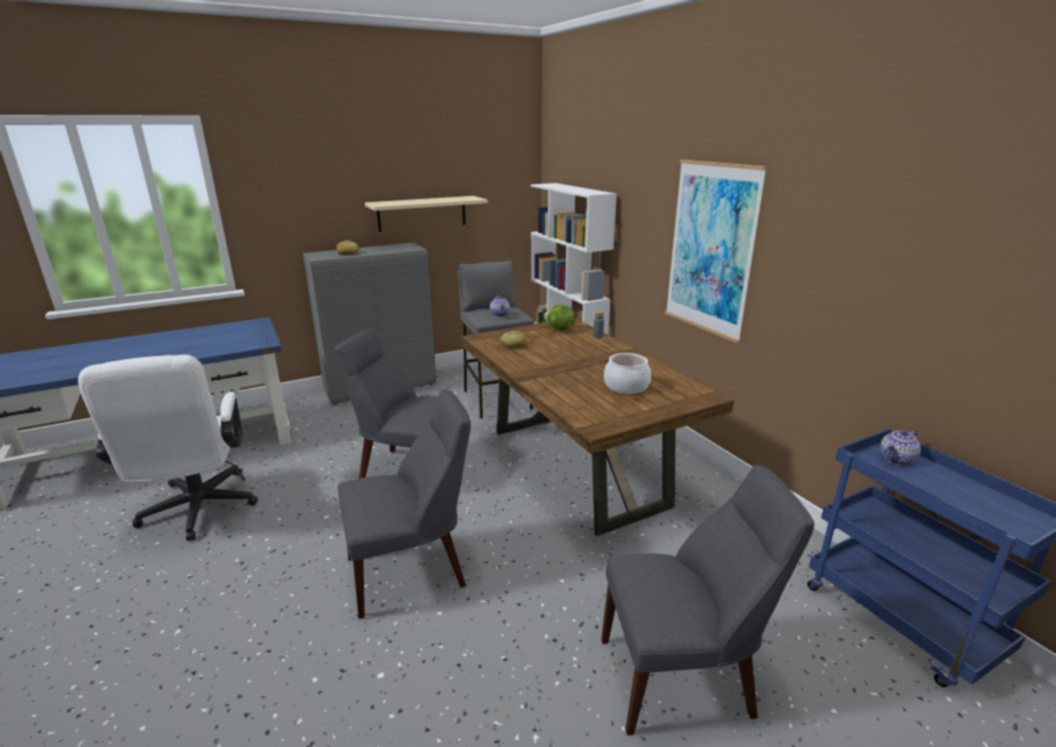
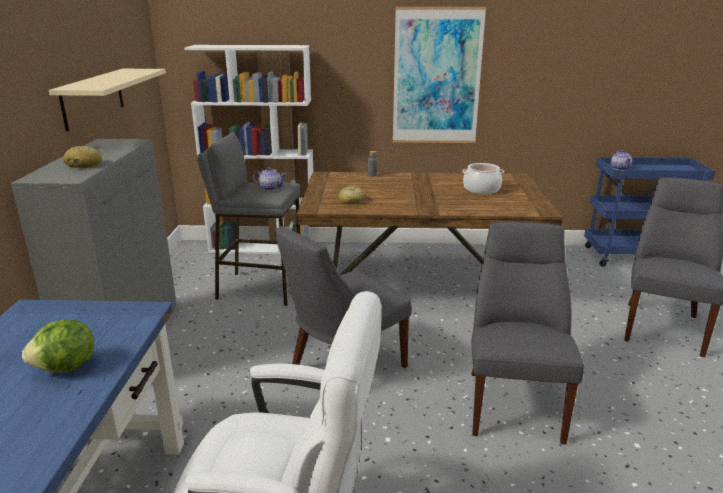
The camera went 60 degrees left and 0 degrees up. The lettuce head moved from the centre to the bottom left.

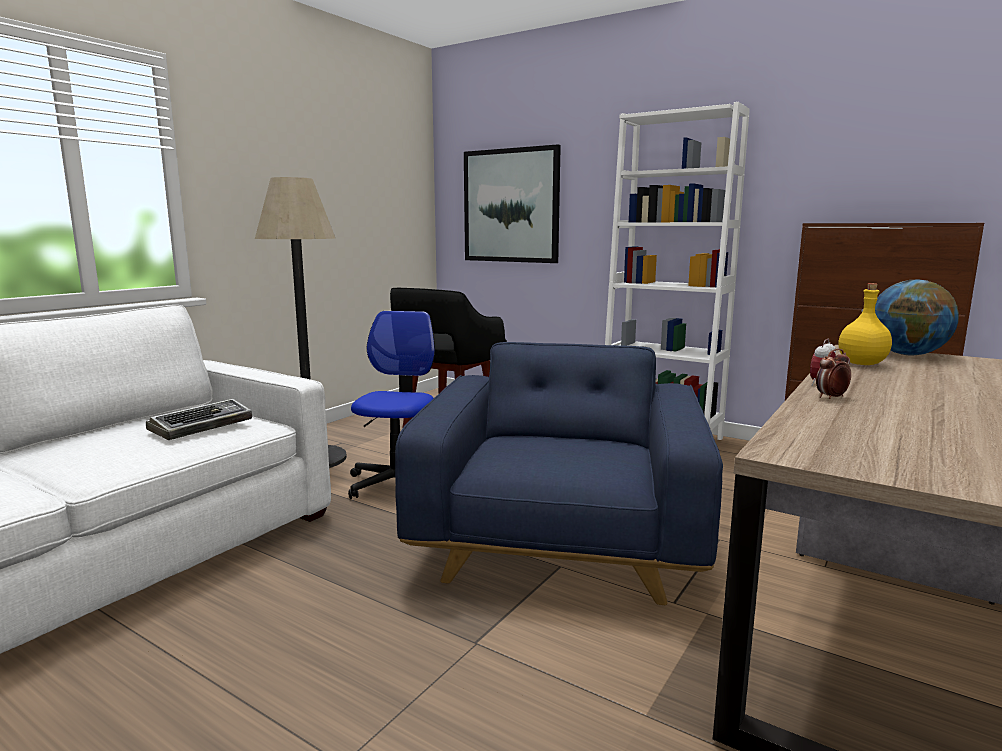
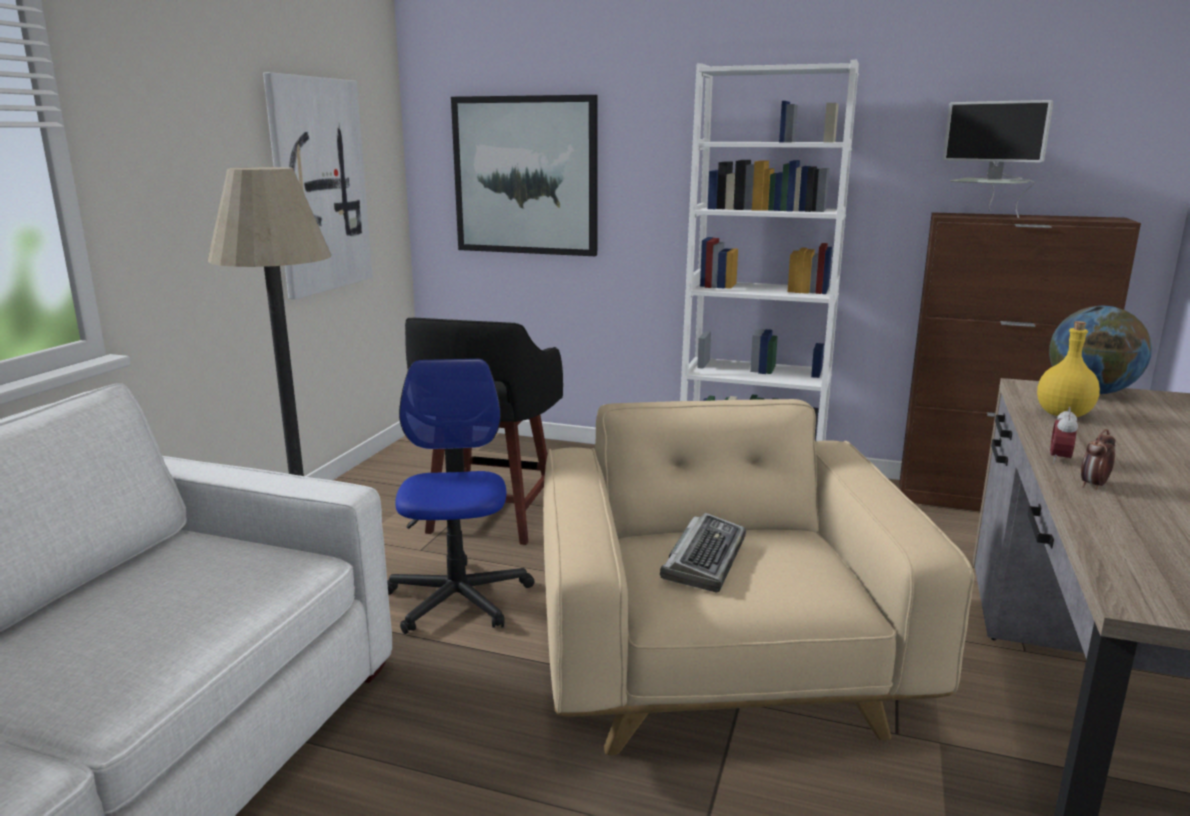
The camera went 15 degrees left and 5 degrees up. The wall picture (1st from left) at the top left appeared. The monitor at the top right appeared. The computer keyboard moved from the middle left to the bottom centre. The bluish easy chair at the centre became the beige easy chair at the bottom centre.

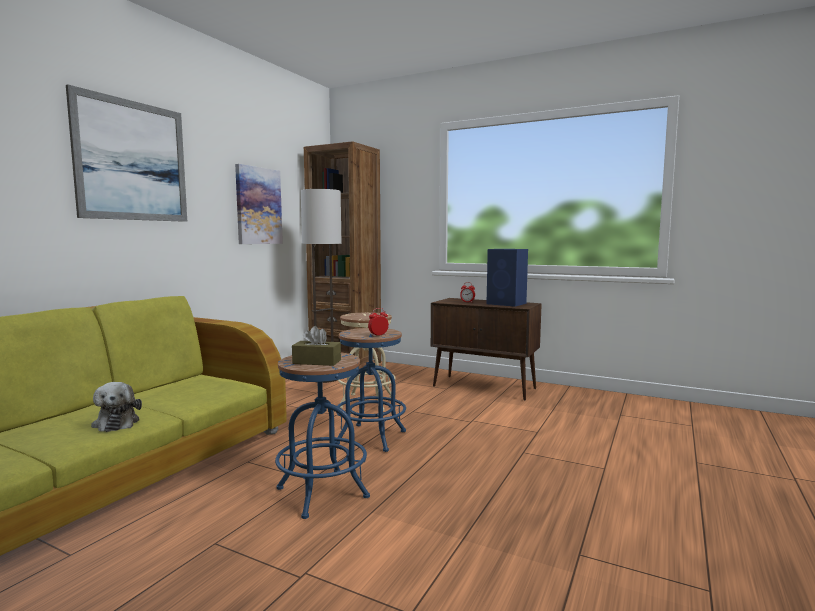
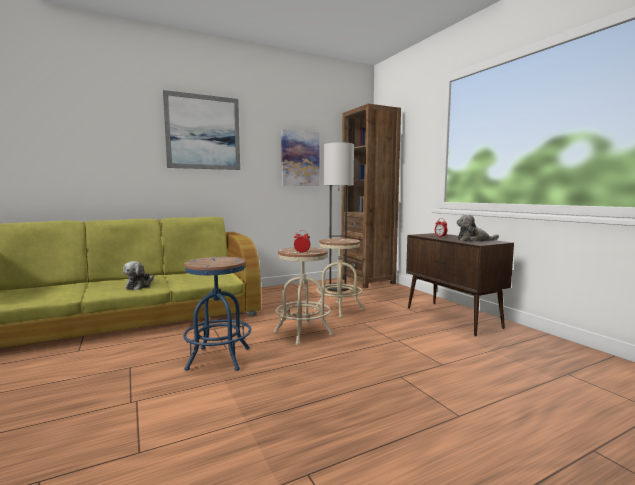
The camera went 35 degrees right and 0 degrees up. The brown box of tissues at the centre disappeared. The bluish audio speaker at the centre was replaced by the soft toy (2nd from left) at the middle right. The bluish stool seat (2nd from left) at the centre became the beige stool seat (1st from left) at the centre.

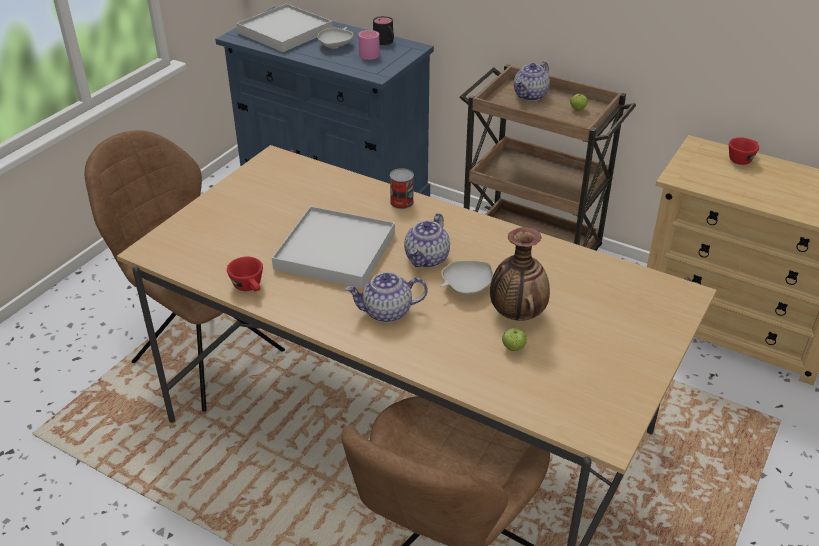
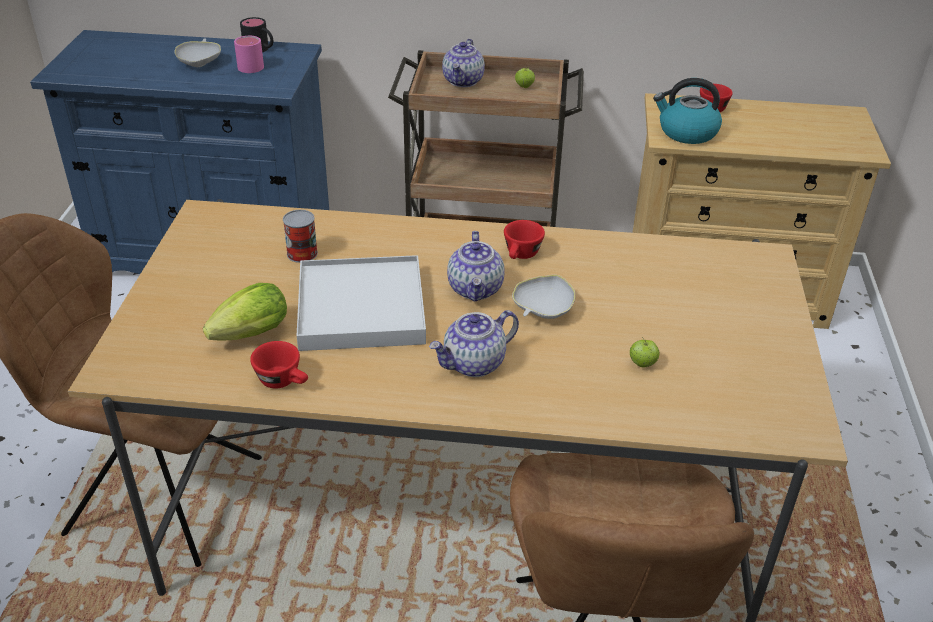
The camera went 25 degrees left and 0 degrees up. The white tray (1st from left) at the top centre disappeared. The decorative vase at the centre disappeared. The lettuce head at the middle left appeared. The red-coloured small cup (2nd from left) at the centre appeared. The water kettle at the top right appeared. The metal can moved from the centre to the middle left.

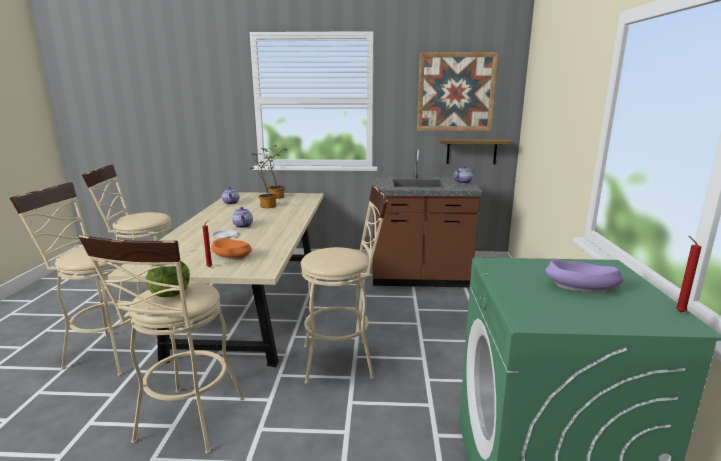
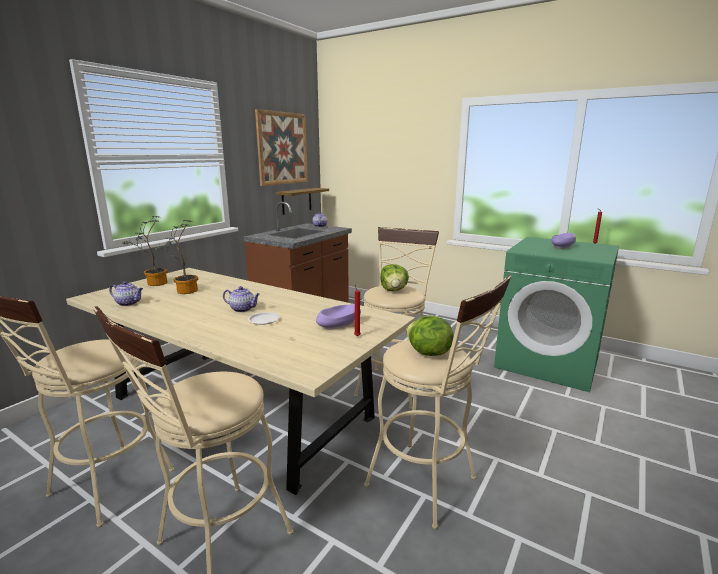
The camera went 60 degrees left and 0 degrees up. The lettuce head (1st from left) at the centre appeared. The orange serving bowl at the middle left became the purple serving bowl (1st from left) at the centre.

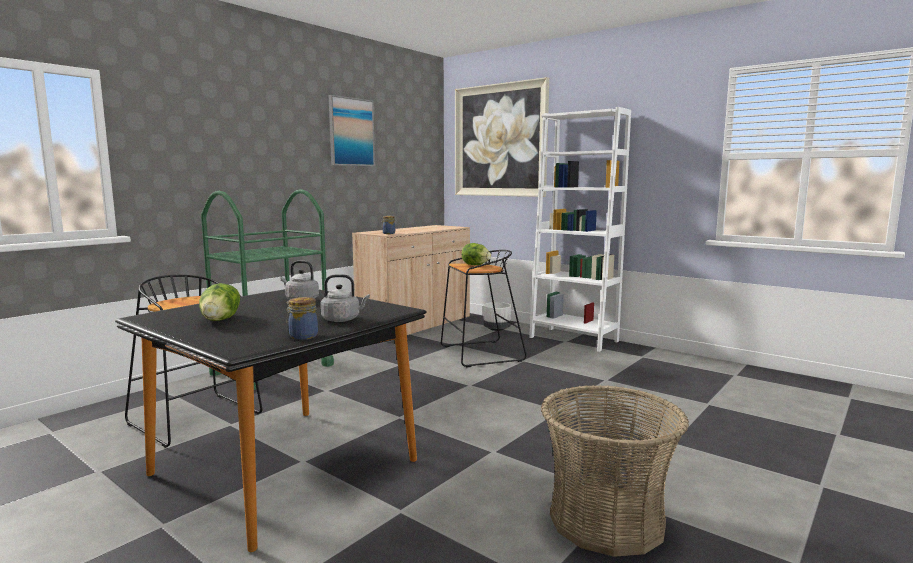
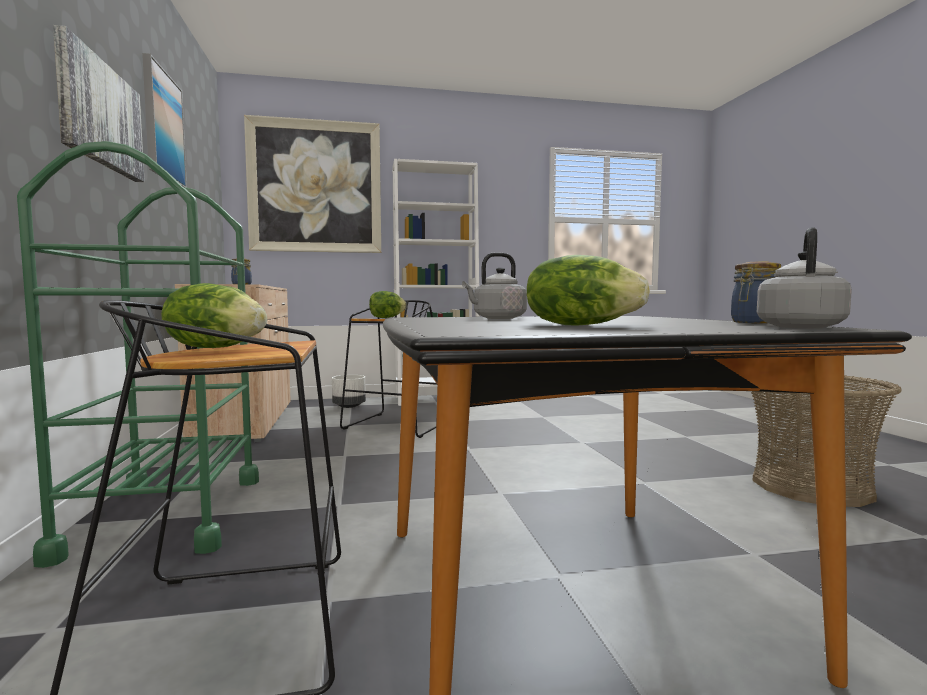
The camera went 50 degrees left and 5 degrees down. The wall picture (1st from left) at the top left appeared. The lettuce head (1st from left) at the middle left appeared. The grey water kettle (2nd from left) moved from the centre to the middle right.

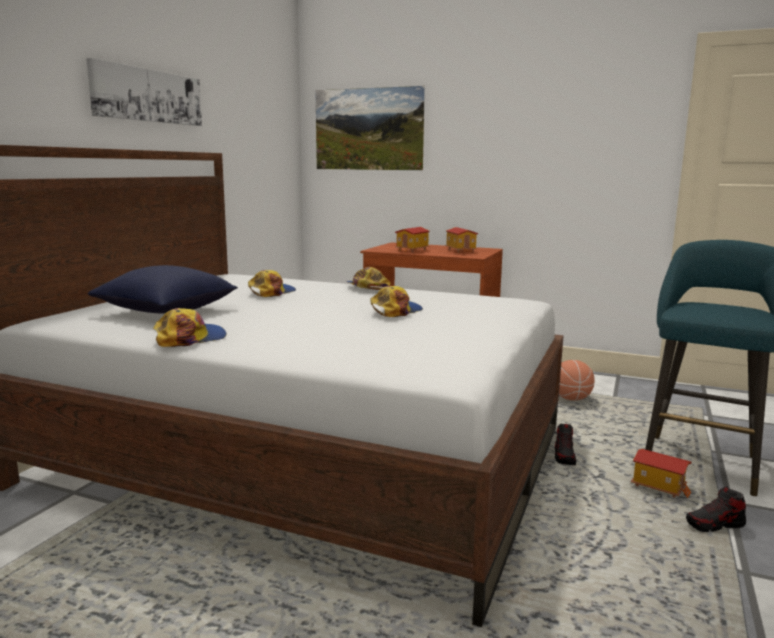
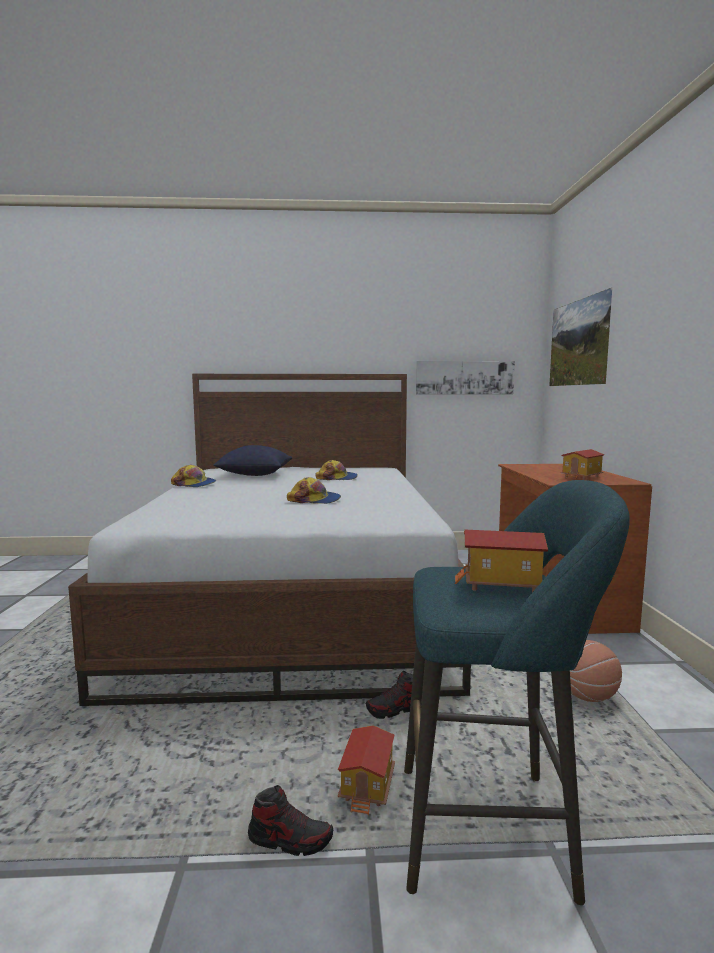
The camera went 65 degrees right and 5 degrees down. The peaked cap (3rd from left) at the centre disappeared. The wall picture (1st from left) moved from the top left to the centre. The miniature house (1st from left in the first image) moved from the centre to the middle right. The low shoe (2nd from left in the first image) at the bottom right turned 135 degrees clockwise.

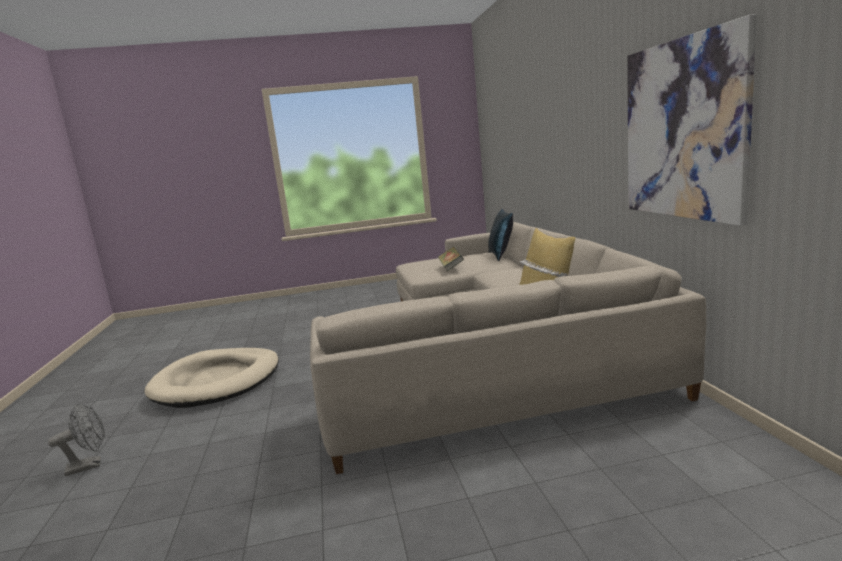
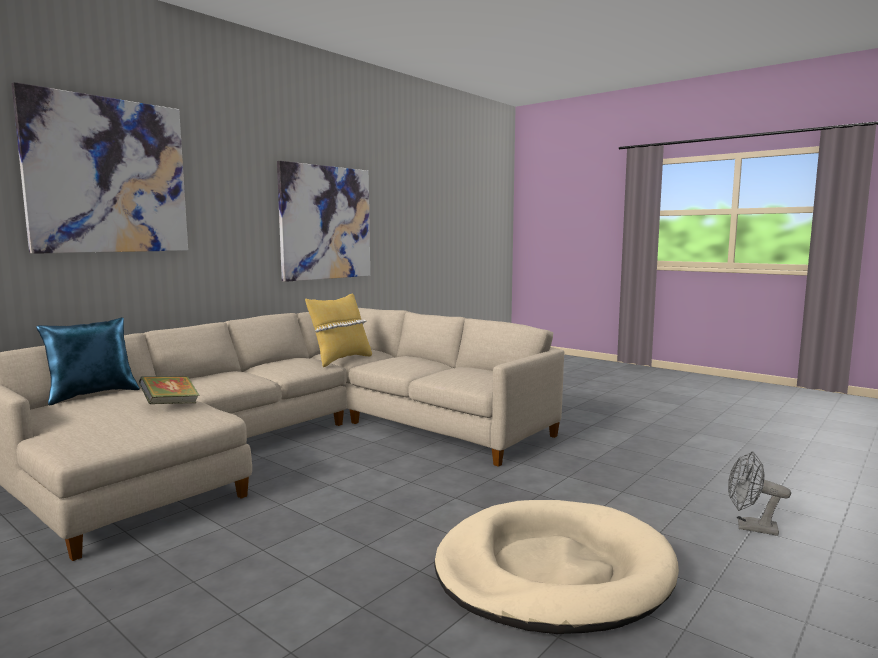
The camera went 130 degrees left and 5 degrees down. The wall picture (1st from left) at the top left appeared.

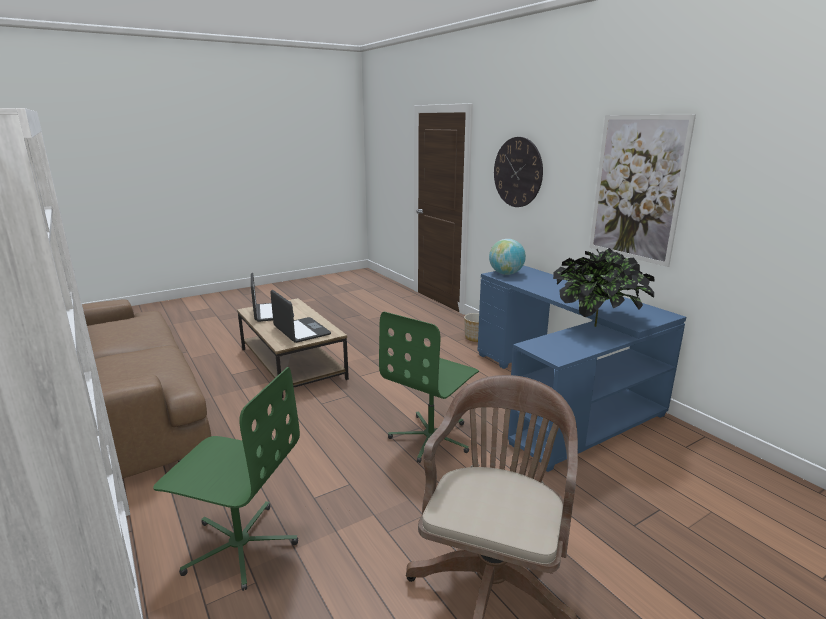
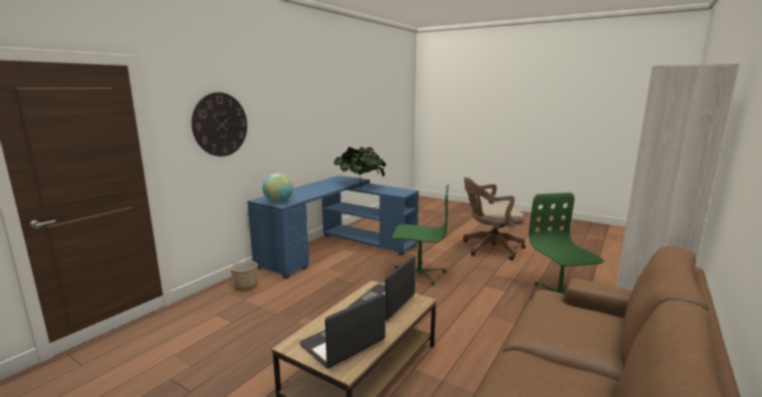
The camera went 115 degrees left and 5 degrees down. The wall picture at the top right disappeared.

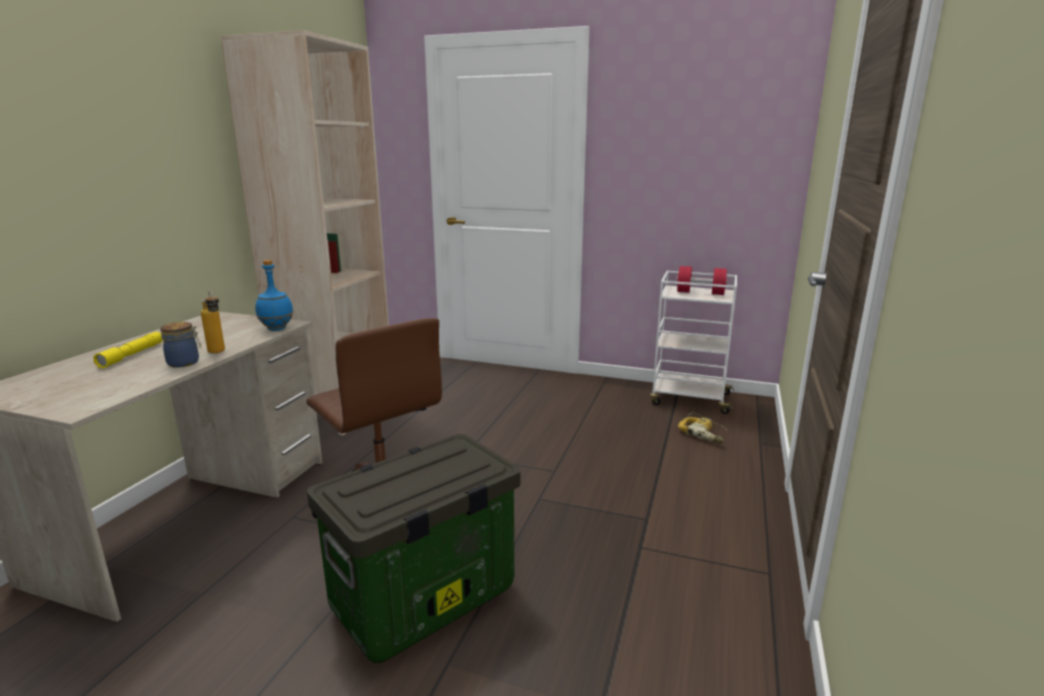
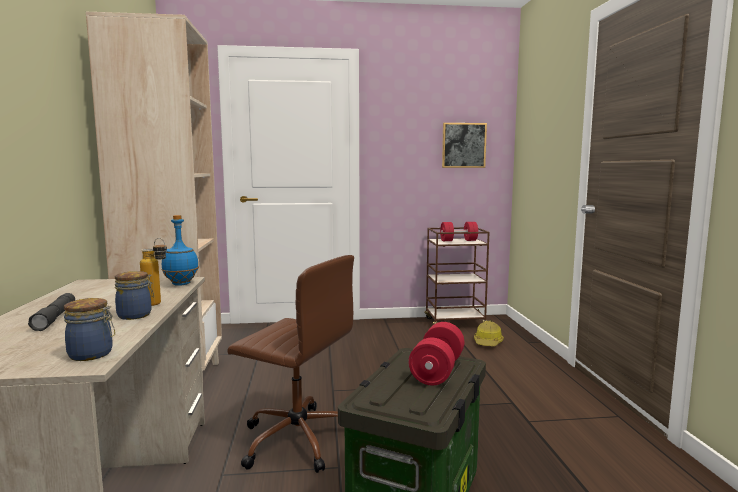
The camera went 25 degrees left and 10 degrees down. The preserve jar (1st from left) at the bottom left appeared. The red-coloured free weight (1st from left) at the bottom centre appeared. The wall picture at the top centre appeared. The electric drill at the middle right was replaced by the safety helmet at the bottom centre. The yellowish flashlight at the middle left became the grey flashlight at the middle left. The white wheeled cart at the centre became the brown wheeled cart at the centre.

